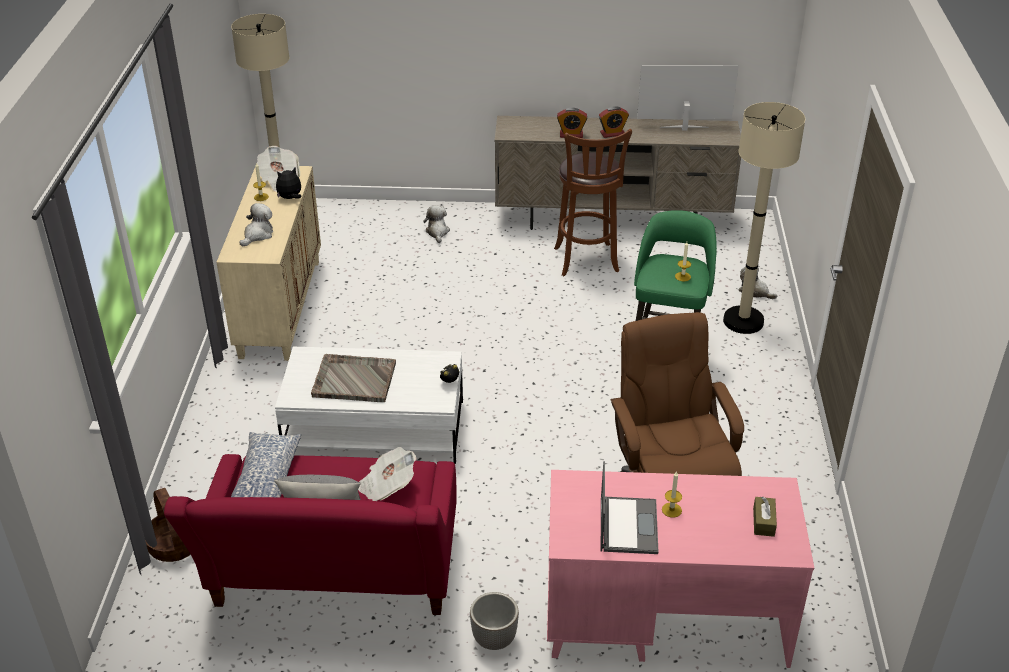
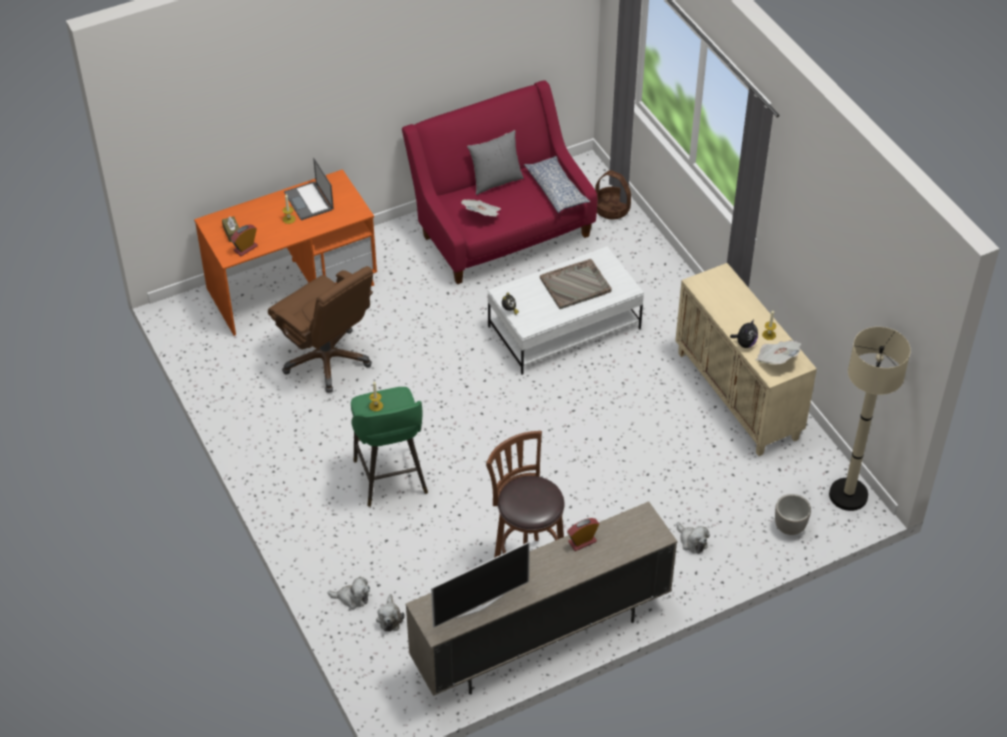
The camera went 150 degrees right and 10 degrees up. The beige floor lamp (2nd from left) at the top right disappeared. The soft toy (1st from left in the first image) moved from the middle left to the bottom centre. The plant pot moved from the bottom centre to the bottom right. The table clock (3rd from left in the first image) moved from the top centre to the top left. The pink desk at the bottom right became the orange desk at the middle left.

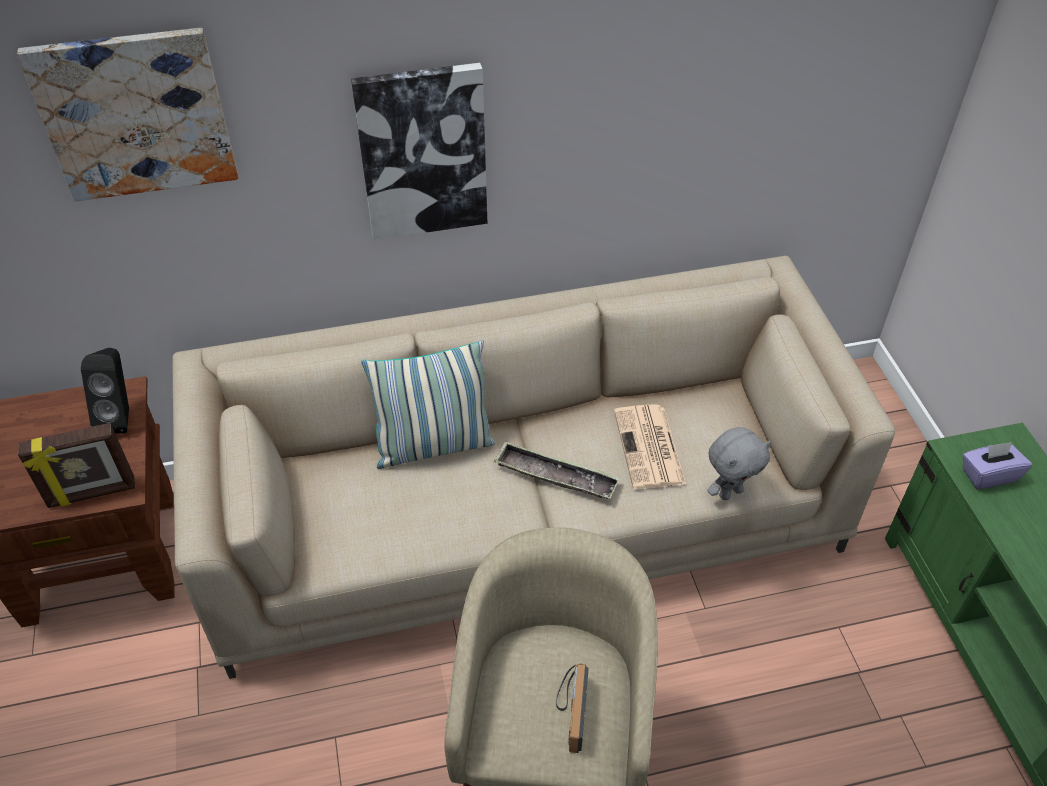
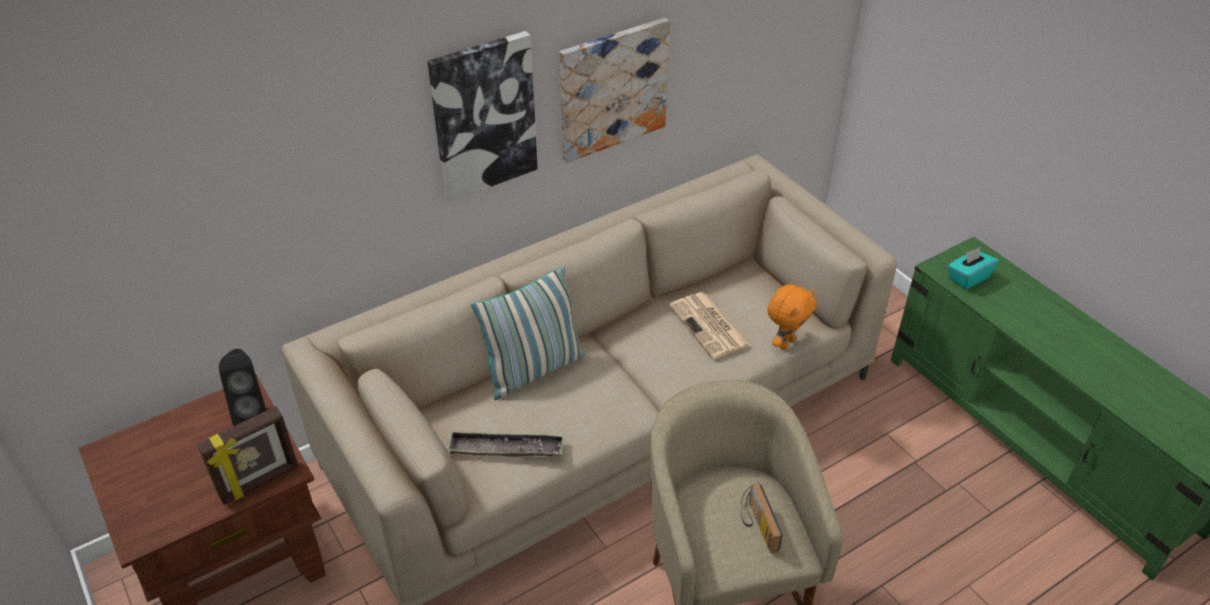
The camera went 20 degrees left and 5 degrees down. The wall picture (1st from left in the first image) moved from the top left to the top centre. The tray moved from the centre to the bottom centre. The grey soft toy at the middle right became the orange soft toy at the centre. The purple box of tissues at the middle right became the blue-green box of tissues at the middle right.

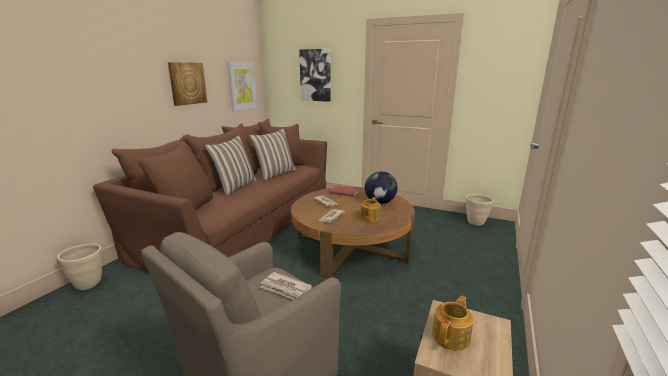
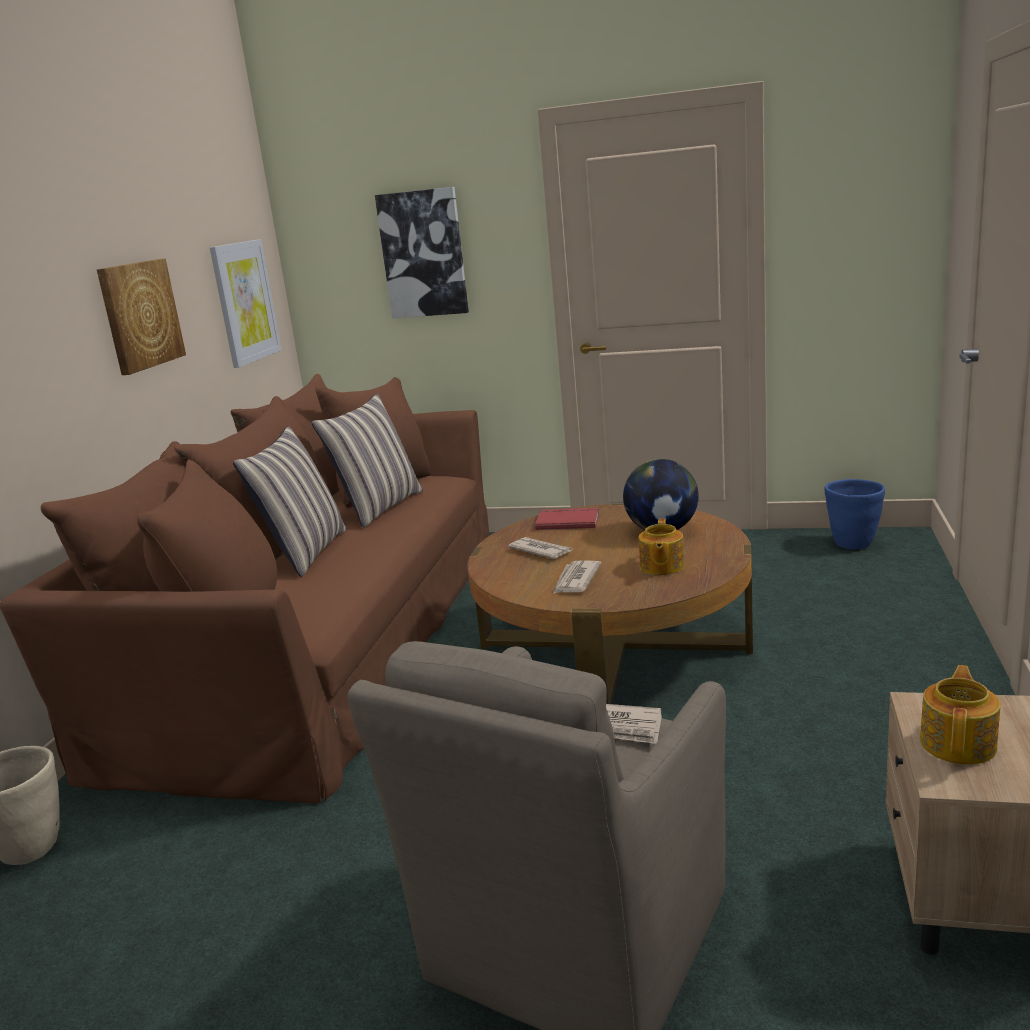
The camera went 10 degrees left and 0 degrees up. The beige plant pot (2nd from left) at the middle right became the bluish plant pot at the middle right.

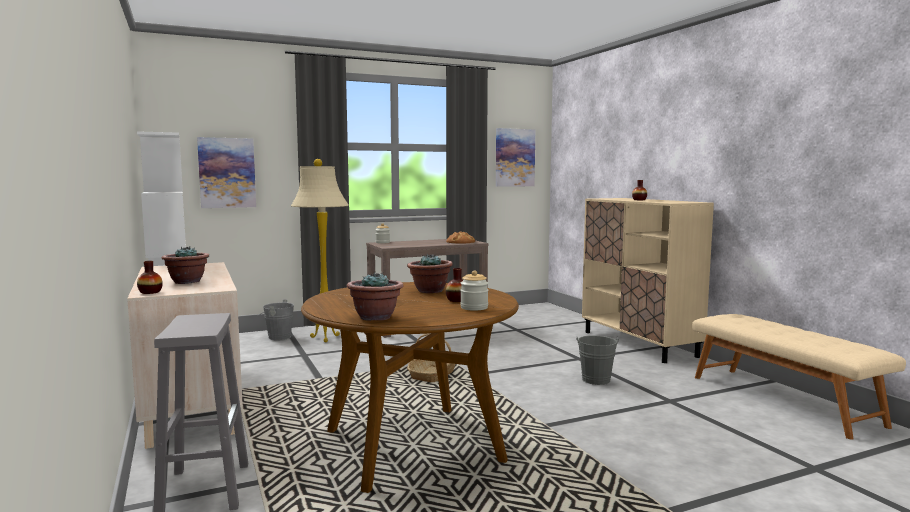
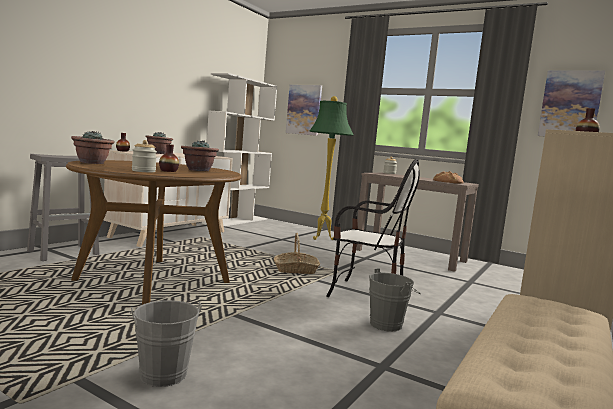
The camera went 55 degrees right and 0 degrees up. The plain chair at the centre appeared. The grey pail (1st from left) moved from the middle left to the bottom left. The beige floor lamp at the centre became the greenish floor lamp at the centre.

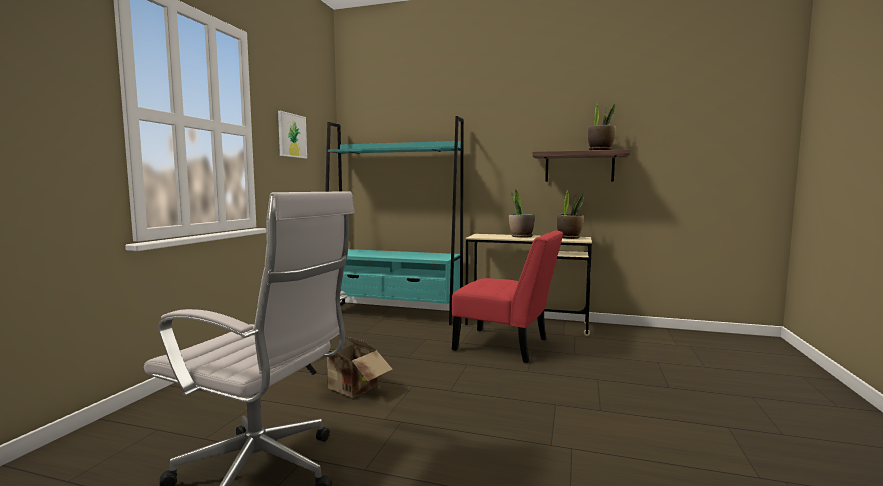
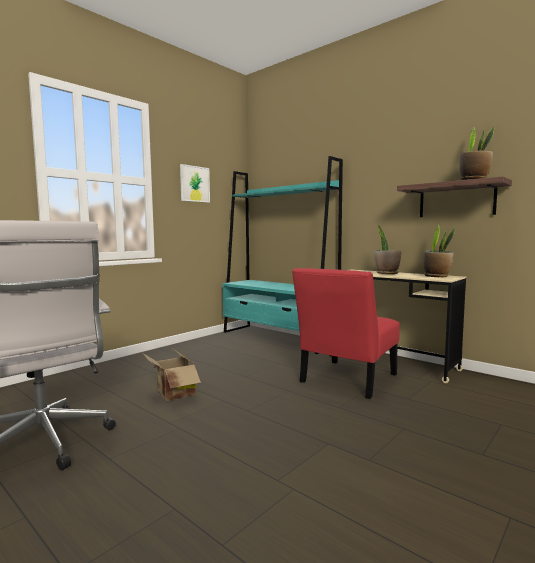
The camera went 25 degrees right and 0 degrees up. The red-coloured plain chair at the centre turned 75 degrees clockwise.

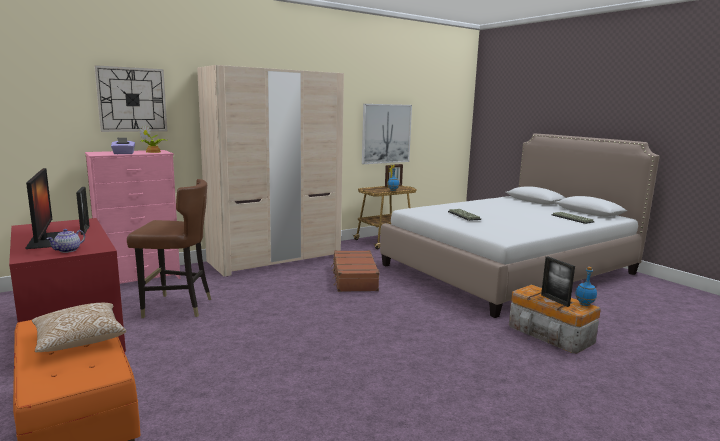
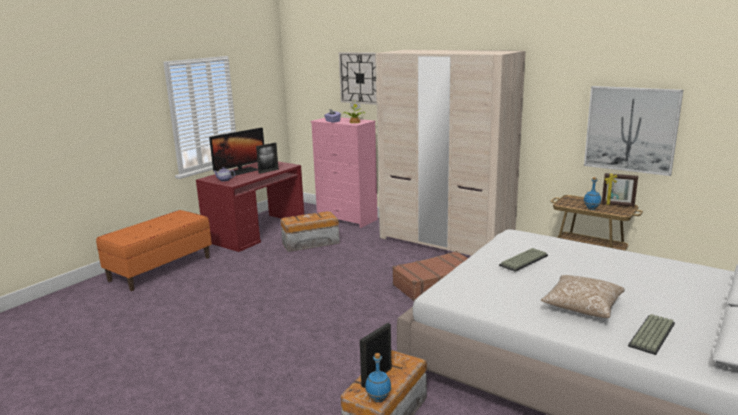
The camera went 70 degrees right and 5 degrees up. The pillow moved from the bottom left to the bottom right. The brown plain chair at the middle left was replaced by the storage box (1st from left) at the centre.

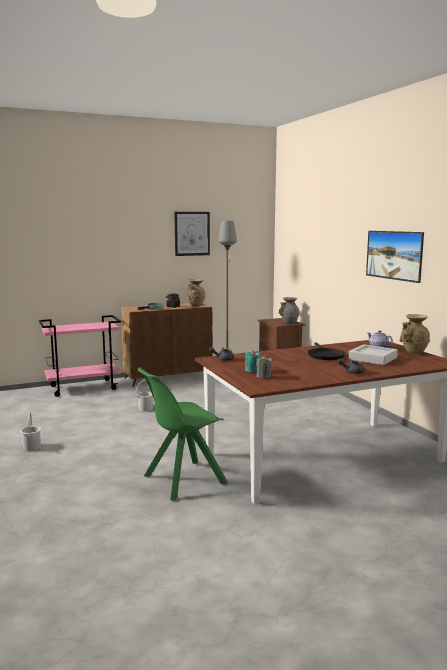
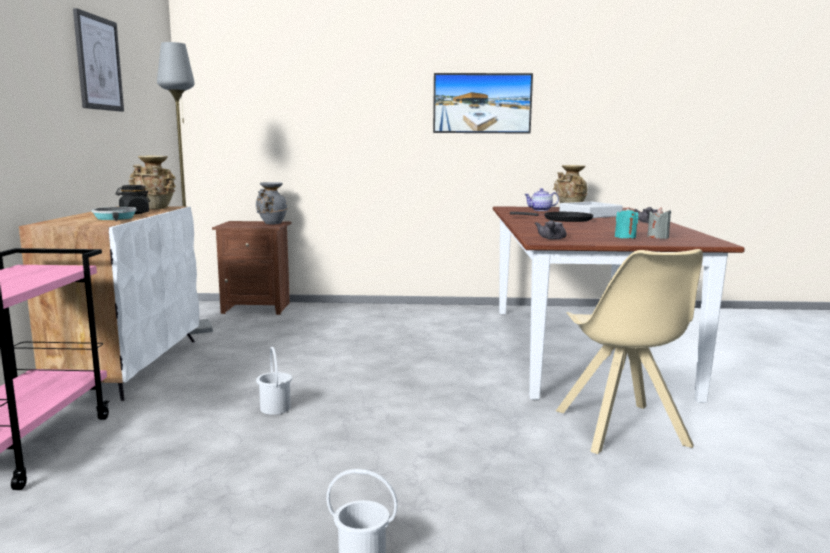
The camera went 65 degrees left and 0 degrees up. The brown cupboard at the centre became the white cupboard at the middle left. The greenish plain chair at the centre became the beige plain chair at the middle right.

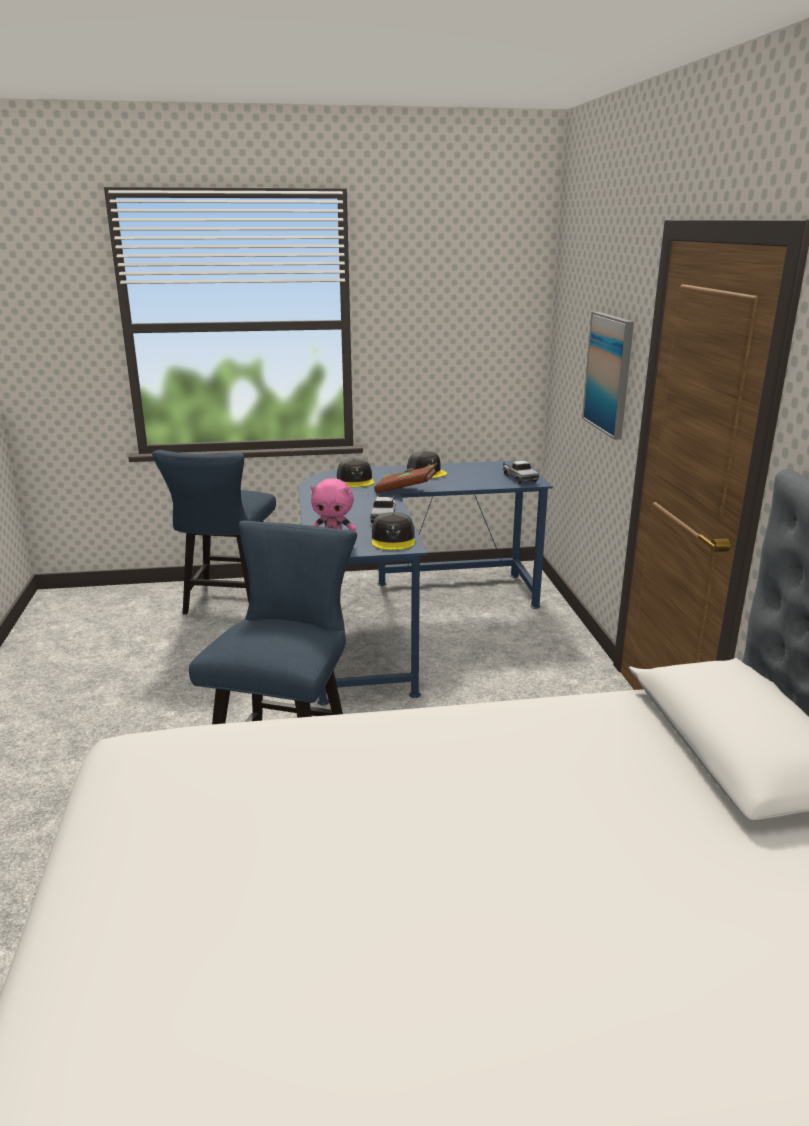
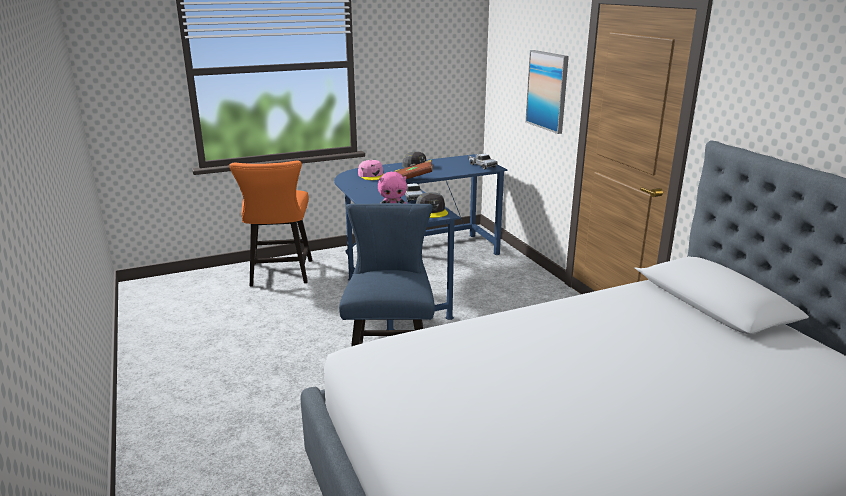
The camera went 15 degrees left and 0 degrees up. The bluish plain chair (1st from left) at the middle left became the orange plain chair at the middle left. The grey peaked cap (1st from left) at the centre became the pink peaked cap at the centre.

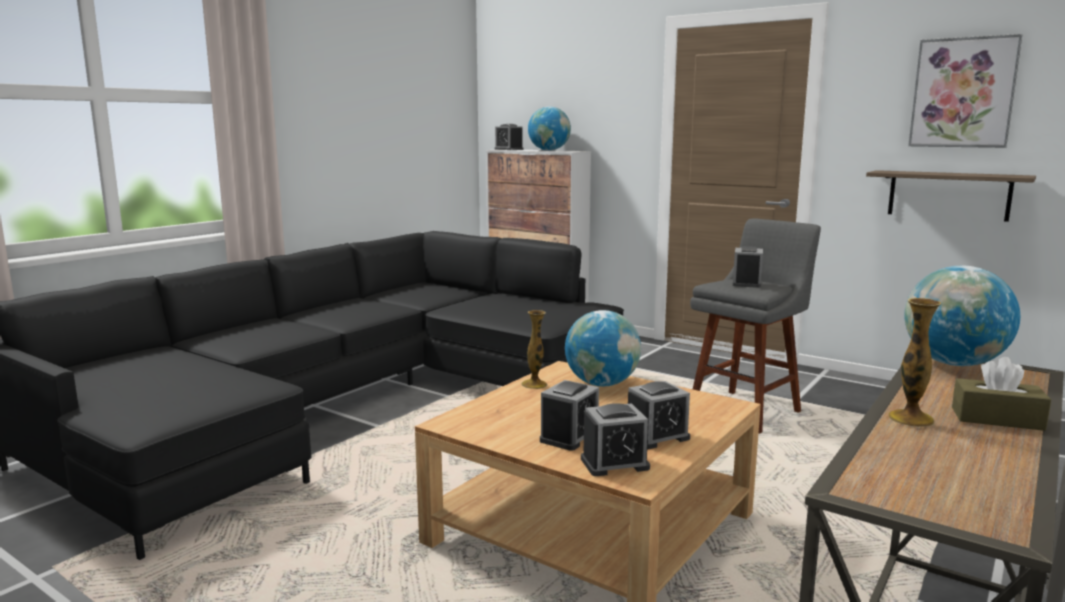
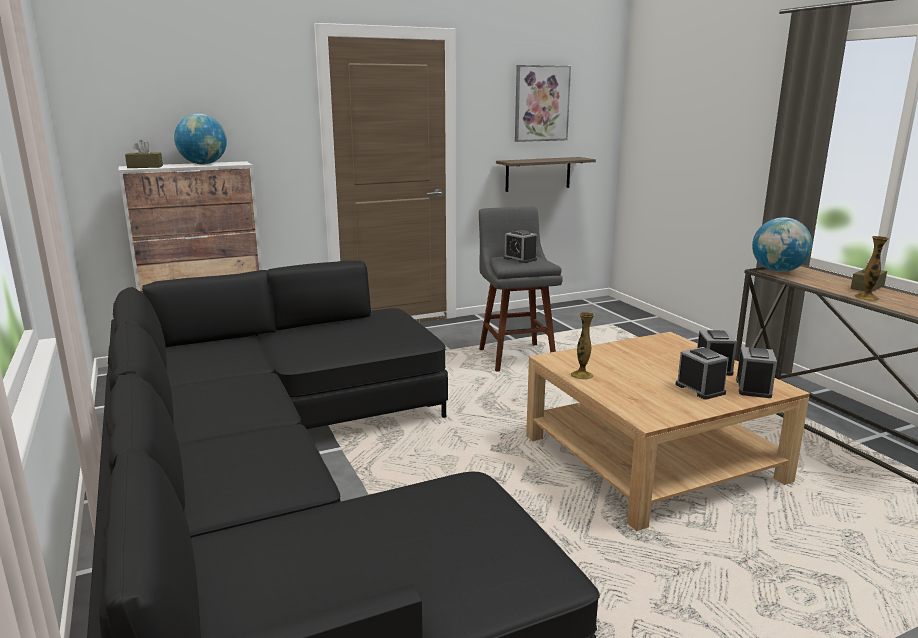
The camera went 60 degrees left and 5 degrees up. The desk globe (2nd from left) at the centre disappeared. The table clock (1st from left) at the top centre was replaced by the brown box of tissues (1st from left) at the top left.

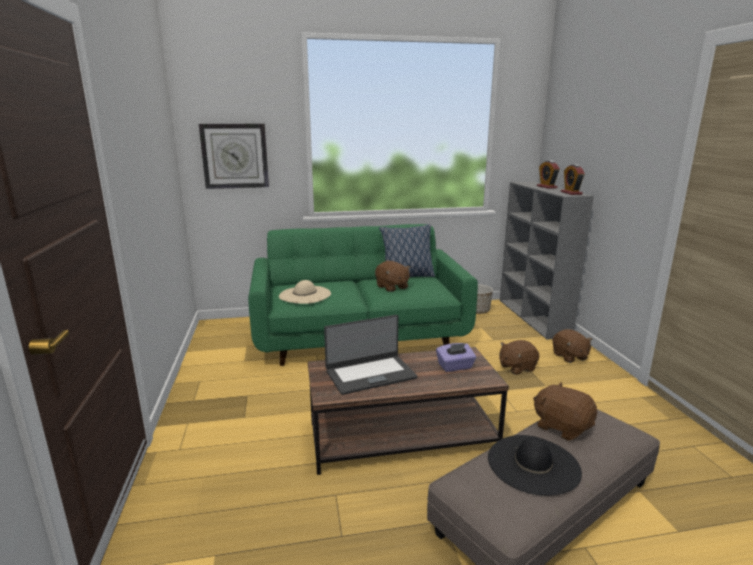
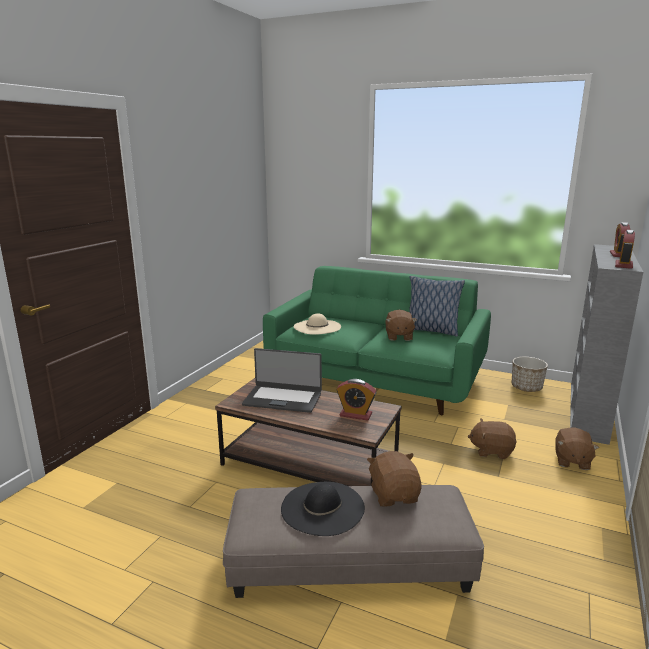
The camera went 35 degrees right and 0 degrees up. The wall clock at the top left disappeared. The purple box of tissues at the centre was replaced by the table clock (1st from left) at the centre.

